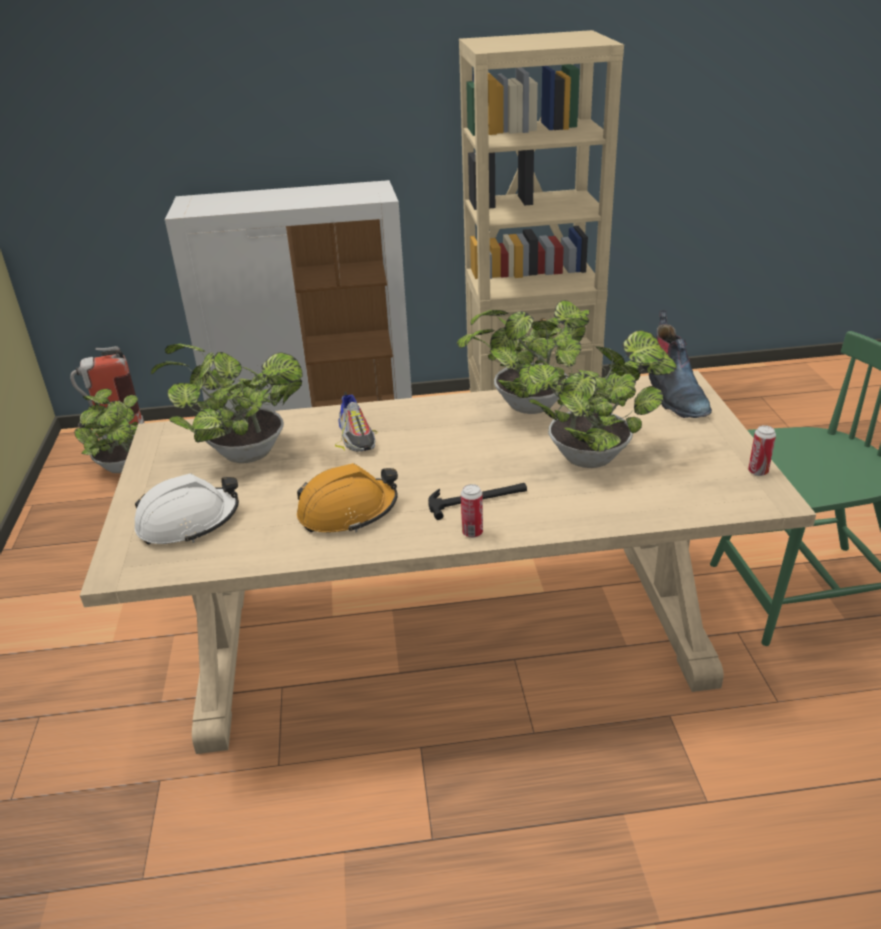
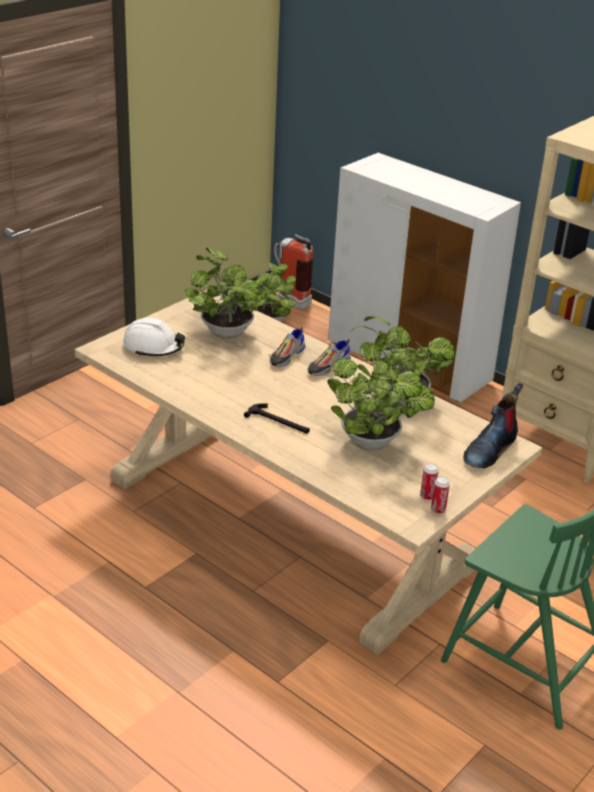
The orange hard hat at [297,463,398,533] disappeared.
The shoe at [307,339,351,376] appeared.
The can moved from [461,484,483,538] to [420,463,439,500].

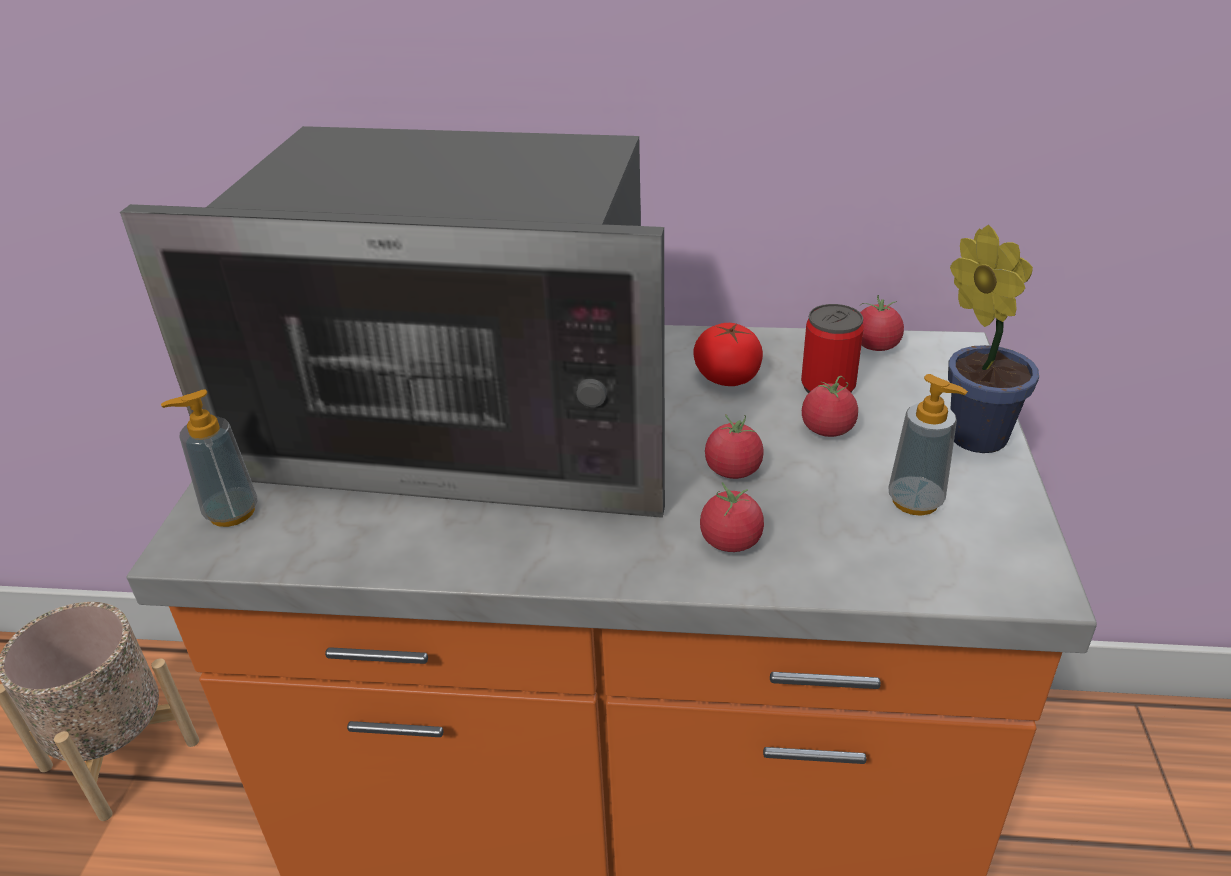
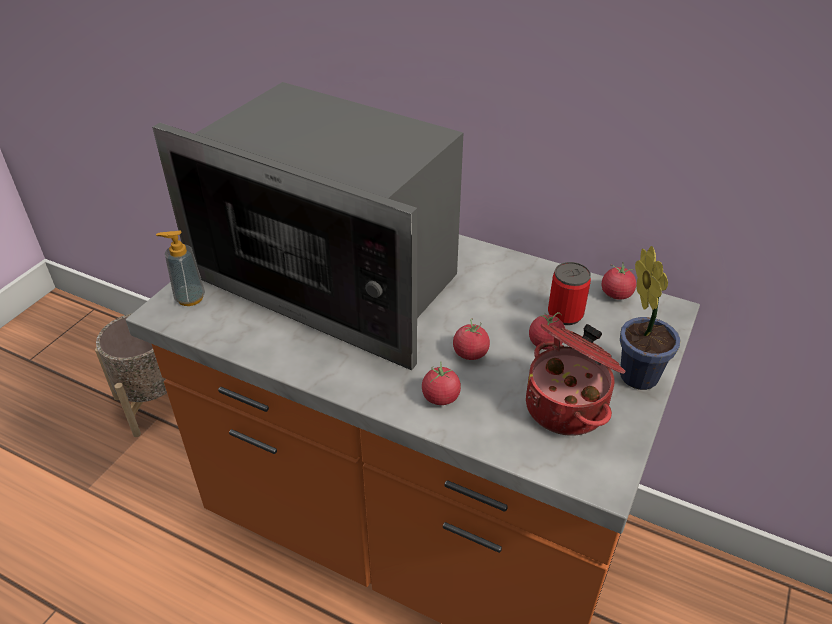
The tomato at [694,323,763,386] disappeared.
The soap dispenser at [888,374,968,516] was replaced by the cooking pot at [526,324,626,436].

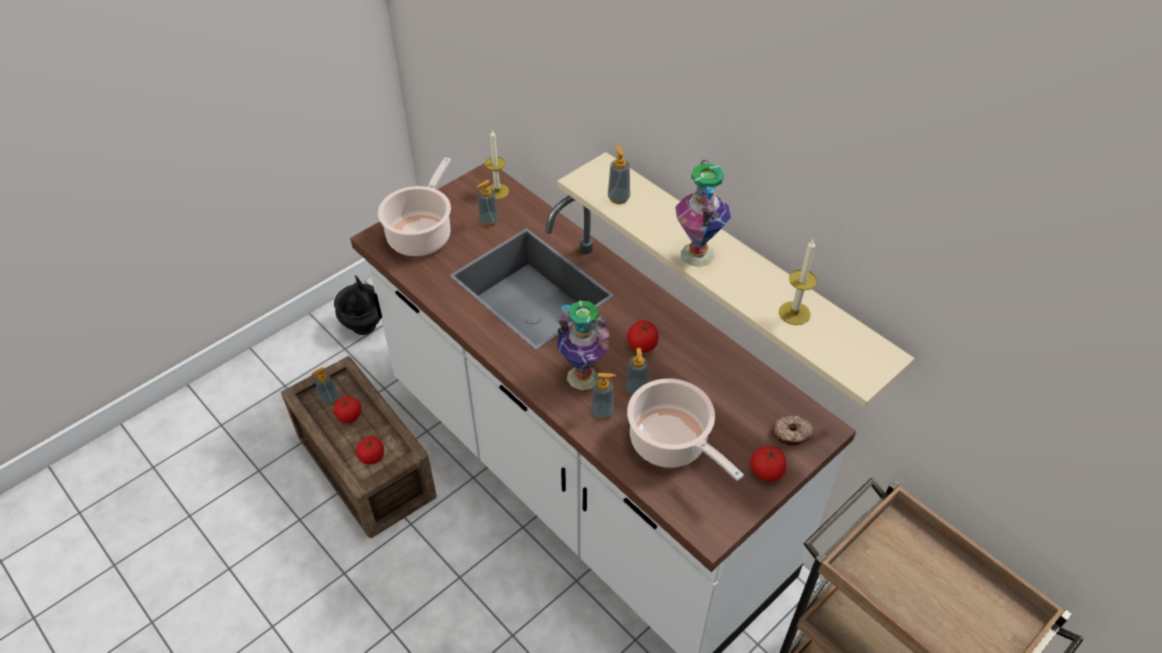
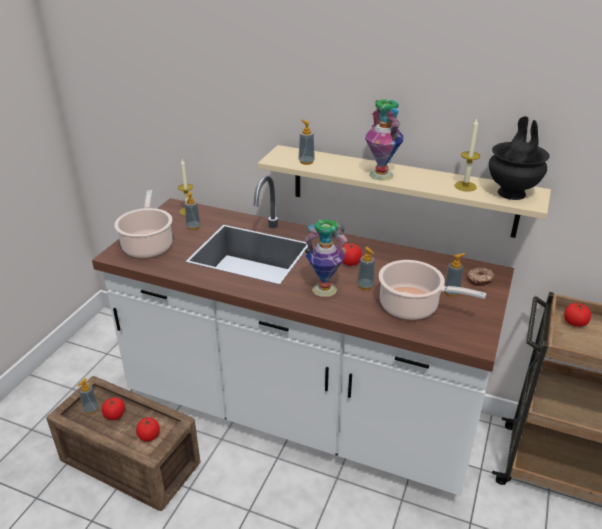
The black vase moved from [334,275,380,335] to [489,116,550,200].
The soap dispenser moved from [591,373,616,420] to [444,253,466,297].
The tomato moved from [750,446,787,482] to [564,303,591,327].

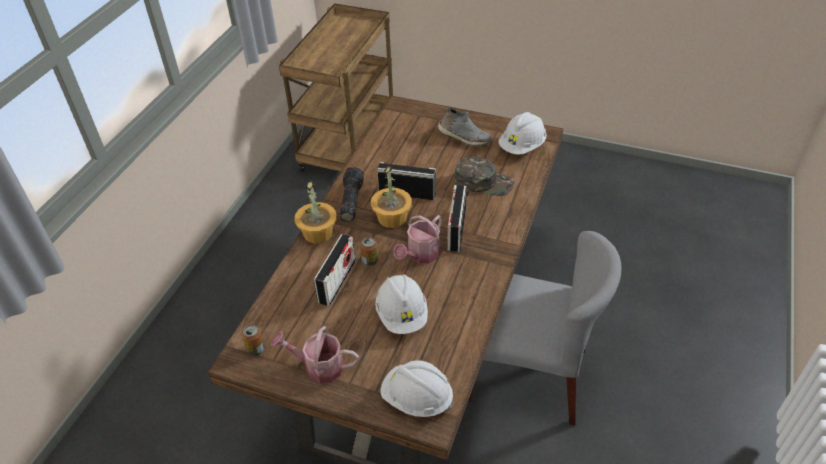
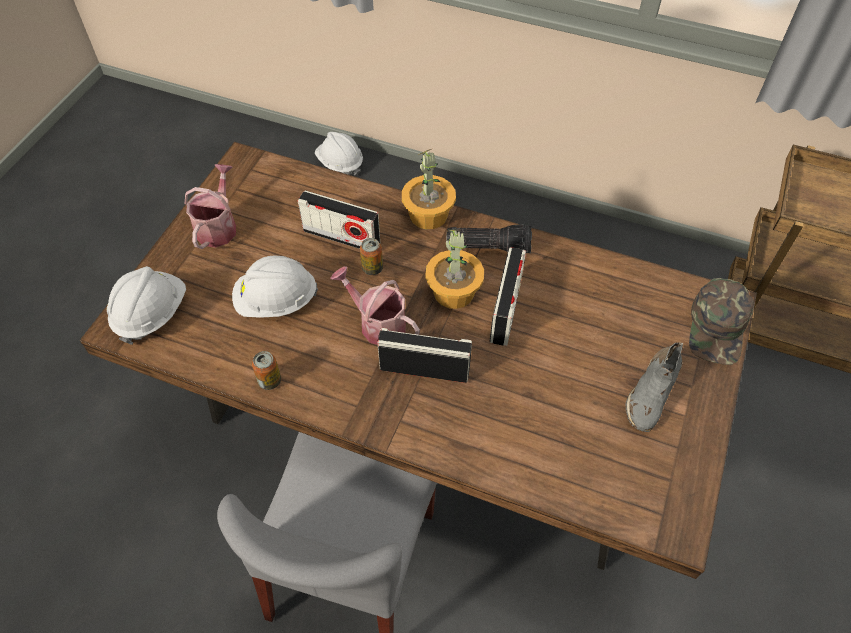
The can moved from [242,324,265,356] to [252,351,281,390].
The green cap moved from [454,157,514,196] to [689,278,754,365].
The white hard hat moved from [499,112,547,155] to [315,132,363,176].

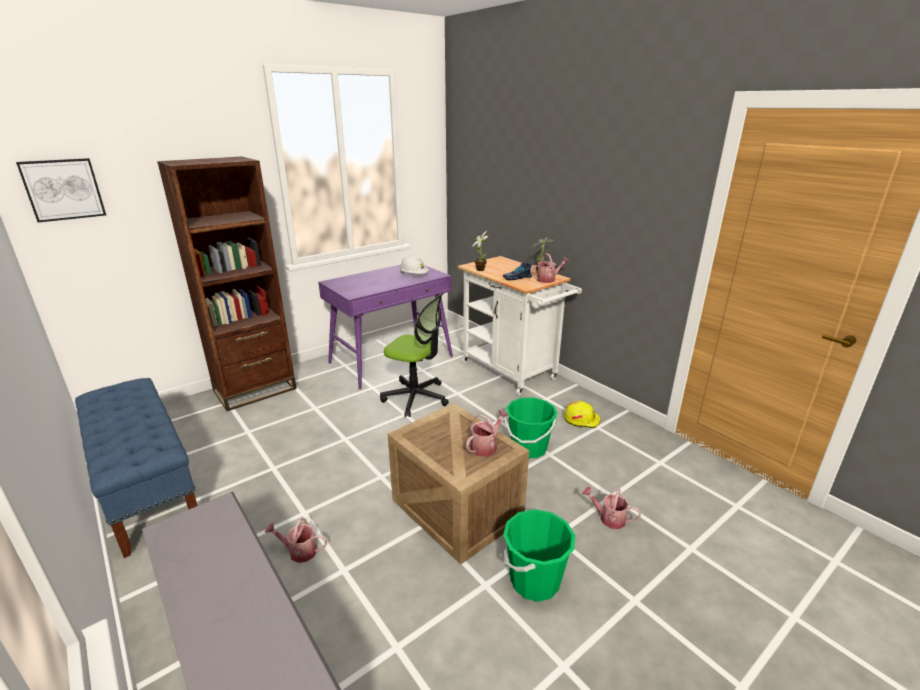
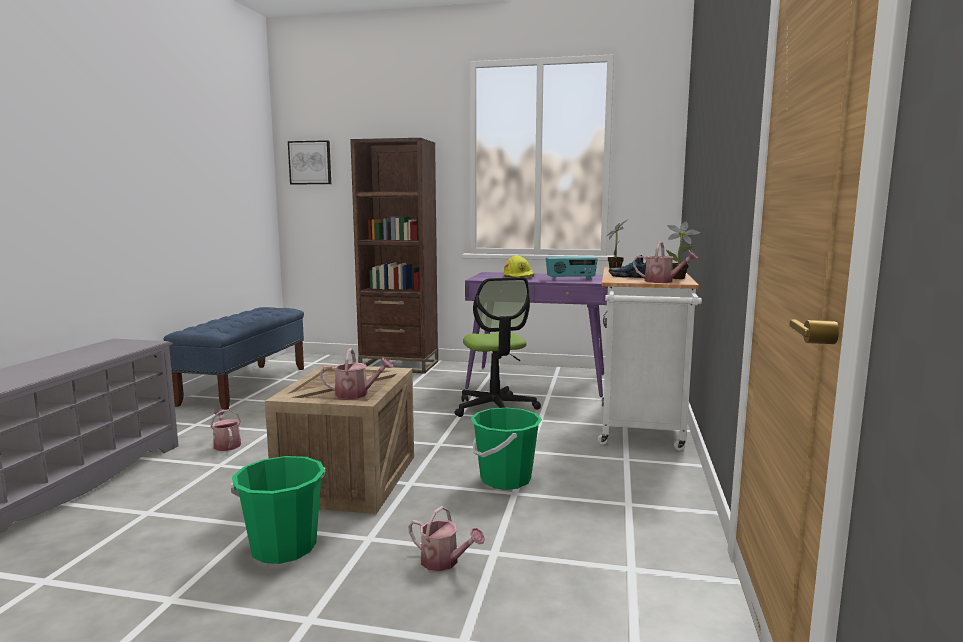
The yellow hard hat moved from [564,401,601,428] to [503,255,534,278].
The white hard hat at [400,255,429,274] was replaced by the radio at [546,257,597,280].
The watering can at [582,487,641,529] turned 135 degrees clockwise.

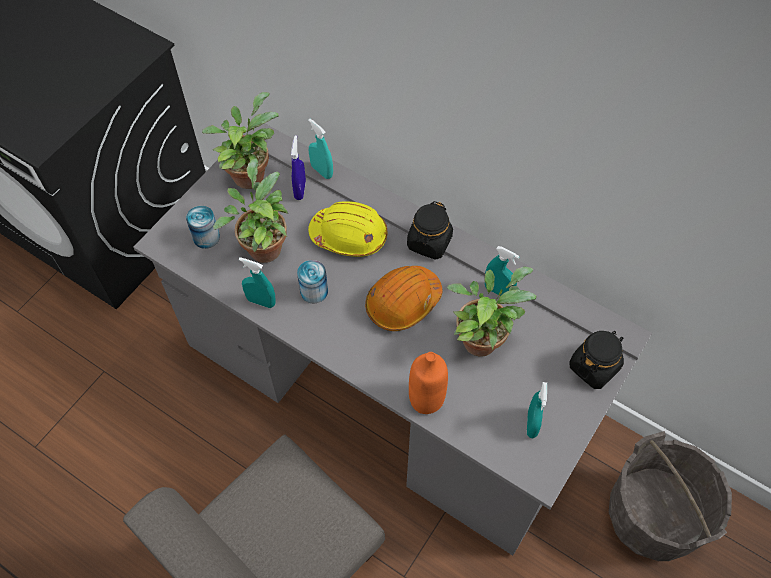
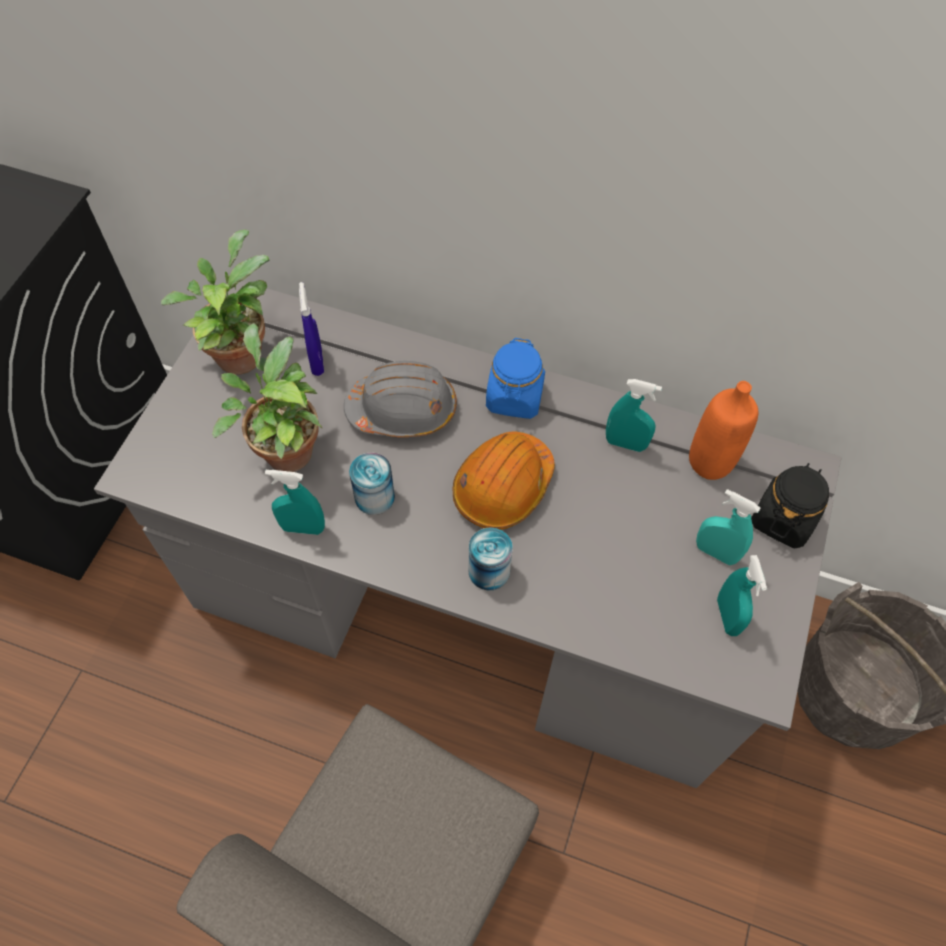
The potted plant at [447,267,536,357] disappeared.
The can moved from [186,206,220,249] to [468,527,513,590].
The turquoise spray bottle moved from [308,119,333,179] to [696,489,760,565].
The orange bottle moved from [409,352,448,414] to [689,381,758,480].
The yellow hard hat at [308,201,387,257] became the grey hard hat at [344,361,457,438].
The black jar at [407,201,453,260] became the blue jar at [486,338,545,419].

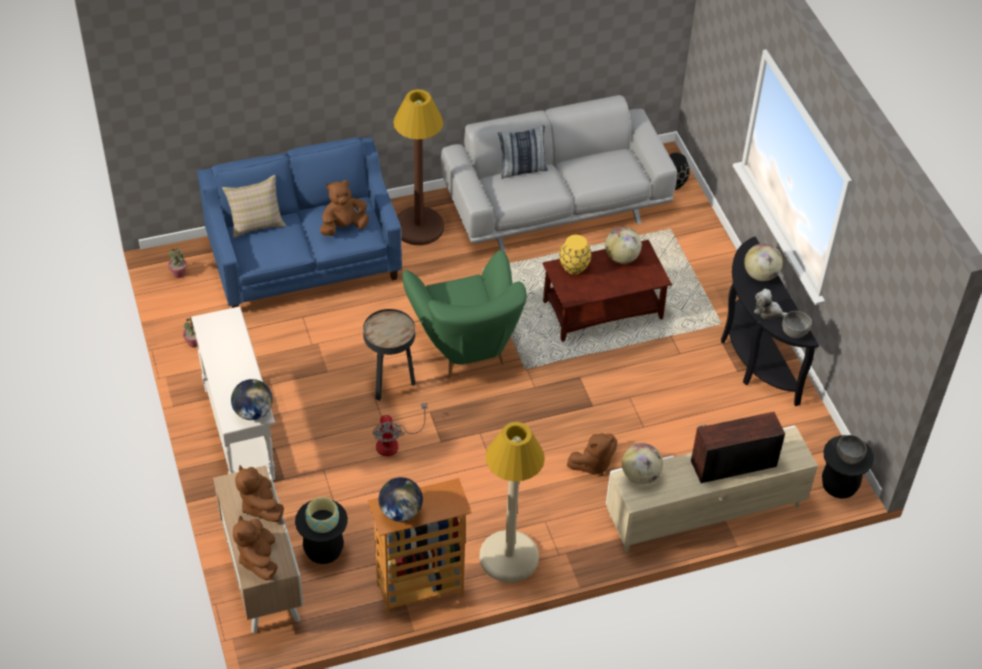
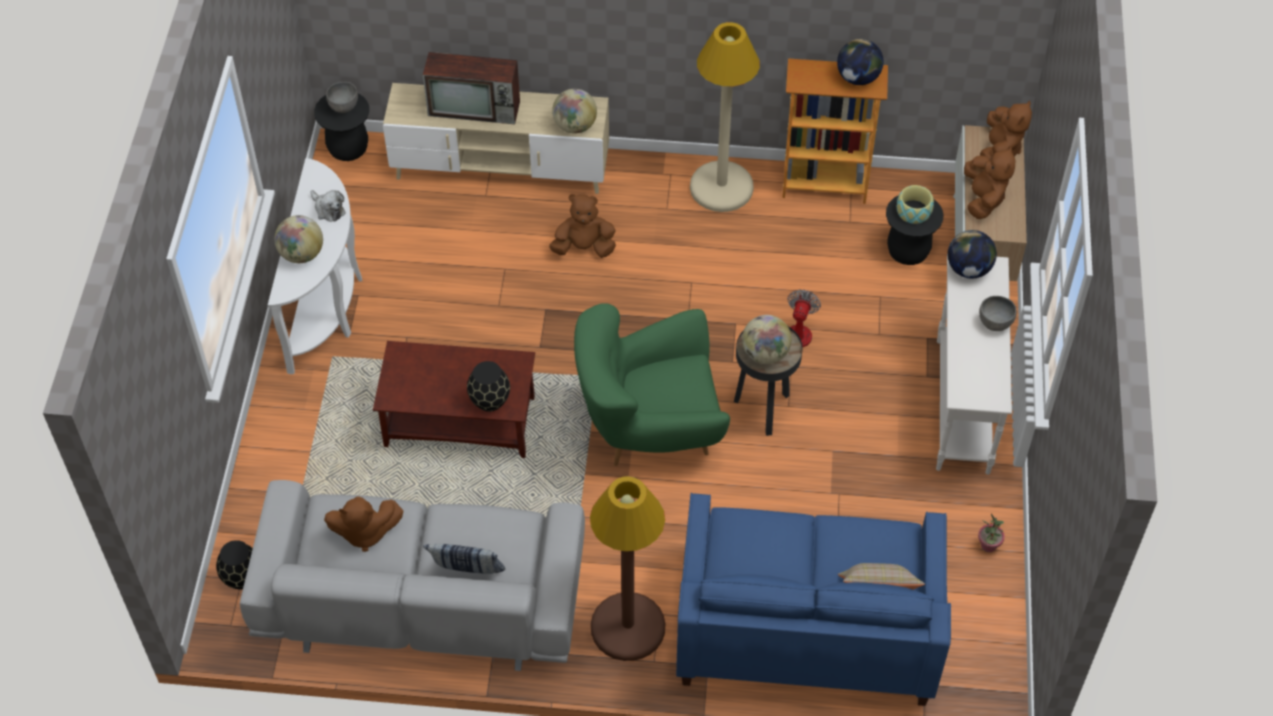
The potted plant at [168,248,187,278] disappeared.
The brown plush toy moved from [320,180,369,236] to [324,497,404,552].
The globe moved from [605,227,642,264] to [742,315,791,364].
The grey bowl moved from [782,311,812,338] to [979,296,1017,331].
The yellow vase at [559,235,591,275] became the black vase at [467,361,510,412].
The black console table at [721,236,819,406] became the white console table at [268,158,362,374].
The green armchair at [402,250,527,377] turned 105 degrees counterclockwise.

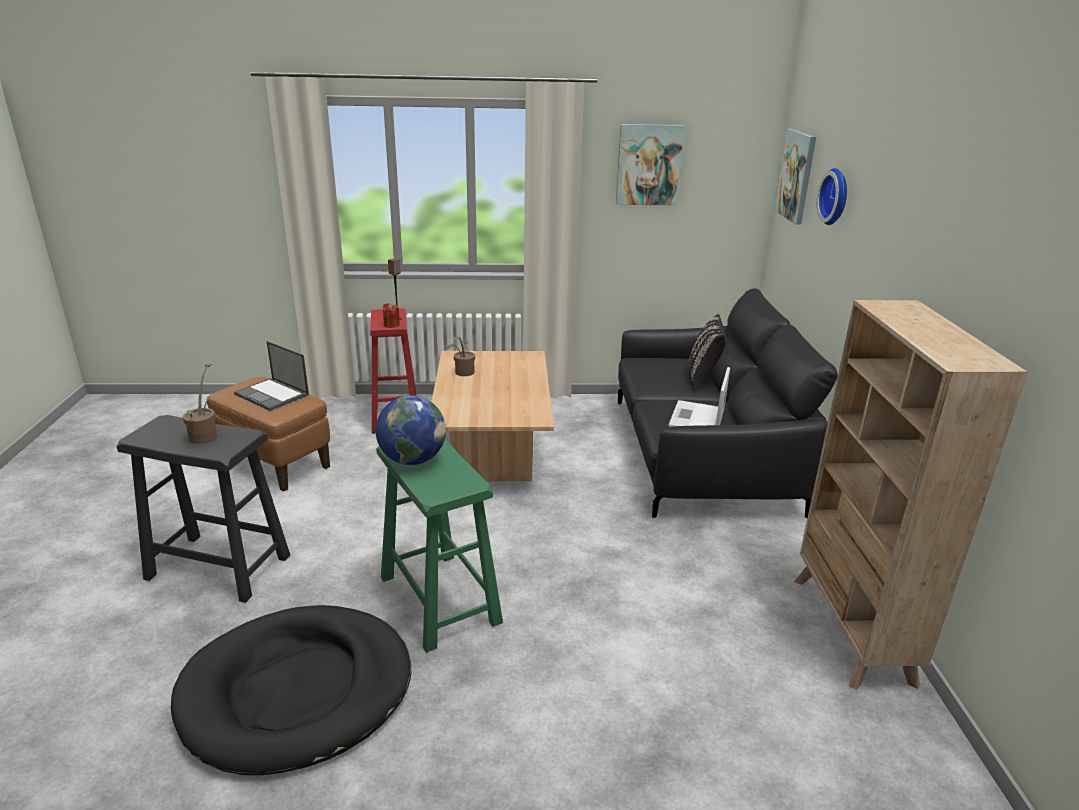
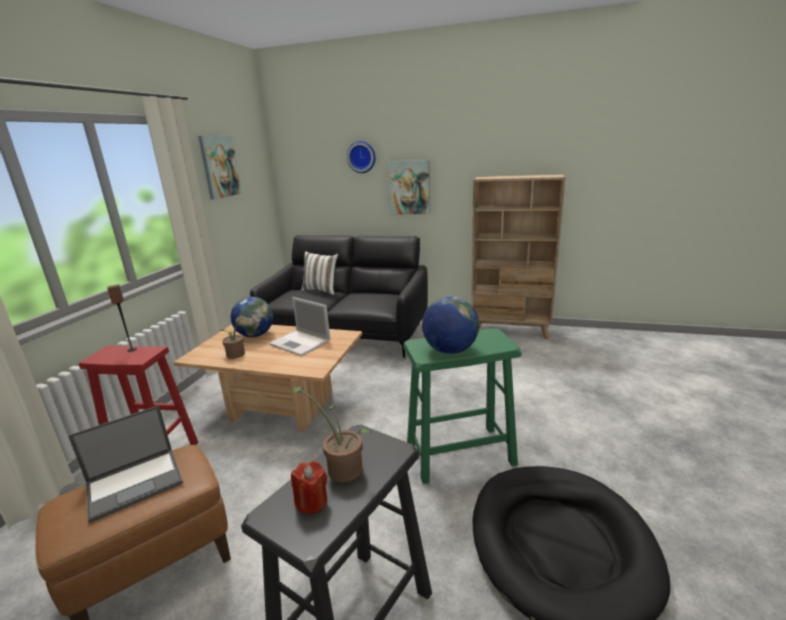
The globe at [231,297,273,337] appeared.
The red candle moved from [383,303,400,328] to [291,461,327,514].
The laptop moved from [668,367,730,427] to [269,297,330,356].
The picture moved from [774,129,816,225] to [387,160,430,214].
The black pillow at [689,314,727,390] became the white pillow at [301,251,338,295].

